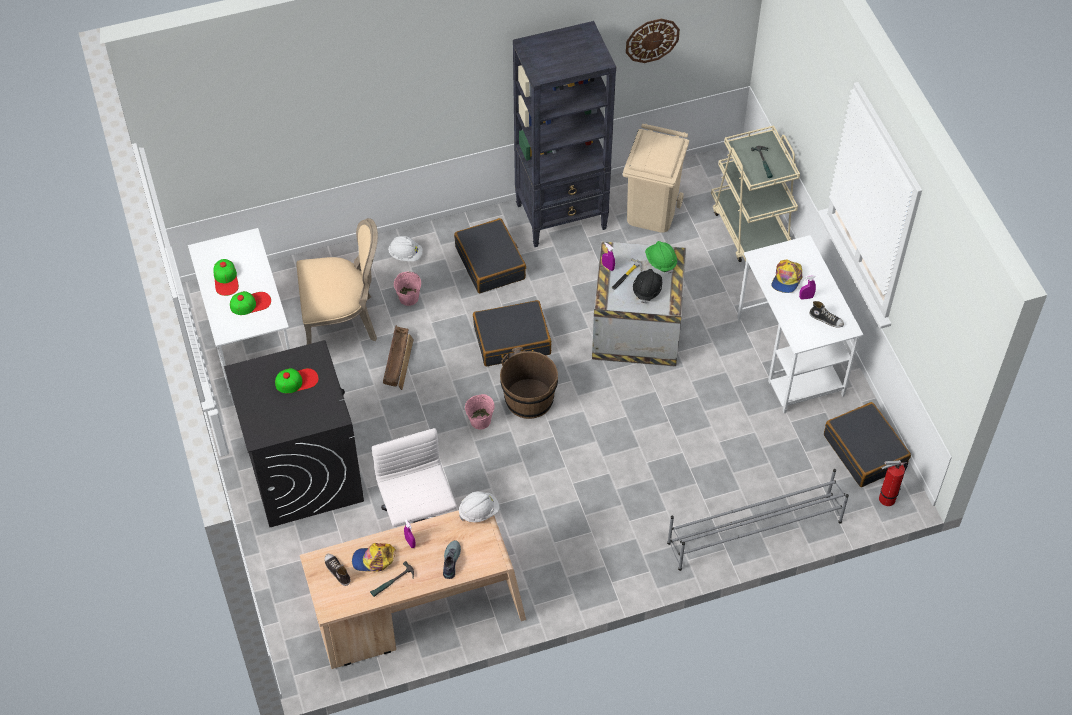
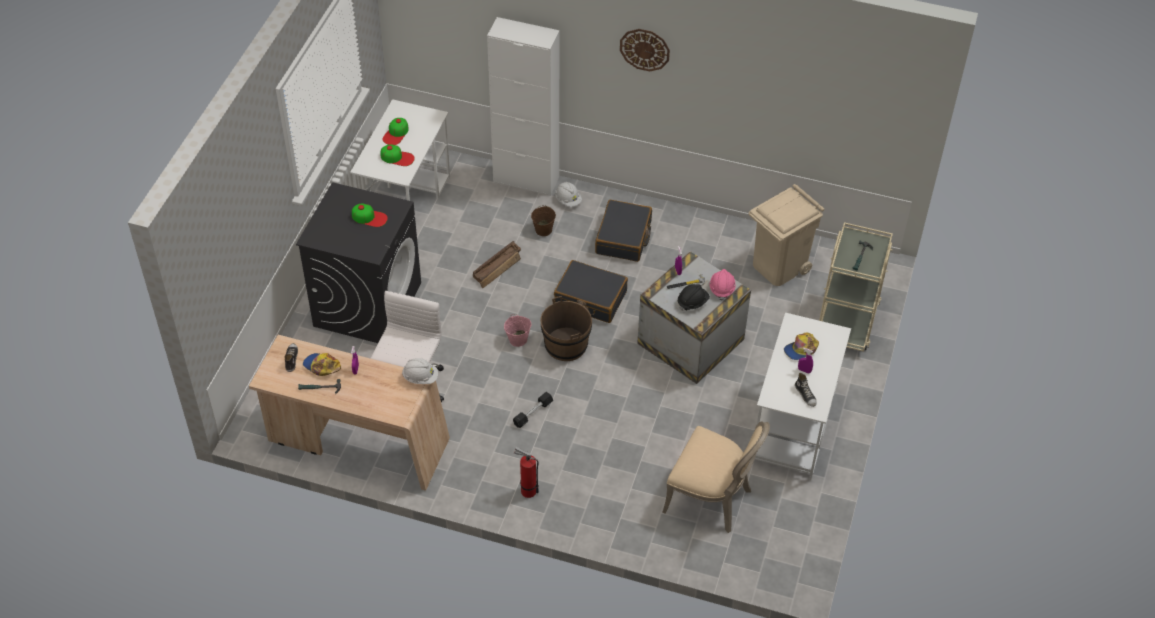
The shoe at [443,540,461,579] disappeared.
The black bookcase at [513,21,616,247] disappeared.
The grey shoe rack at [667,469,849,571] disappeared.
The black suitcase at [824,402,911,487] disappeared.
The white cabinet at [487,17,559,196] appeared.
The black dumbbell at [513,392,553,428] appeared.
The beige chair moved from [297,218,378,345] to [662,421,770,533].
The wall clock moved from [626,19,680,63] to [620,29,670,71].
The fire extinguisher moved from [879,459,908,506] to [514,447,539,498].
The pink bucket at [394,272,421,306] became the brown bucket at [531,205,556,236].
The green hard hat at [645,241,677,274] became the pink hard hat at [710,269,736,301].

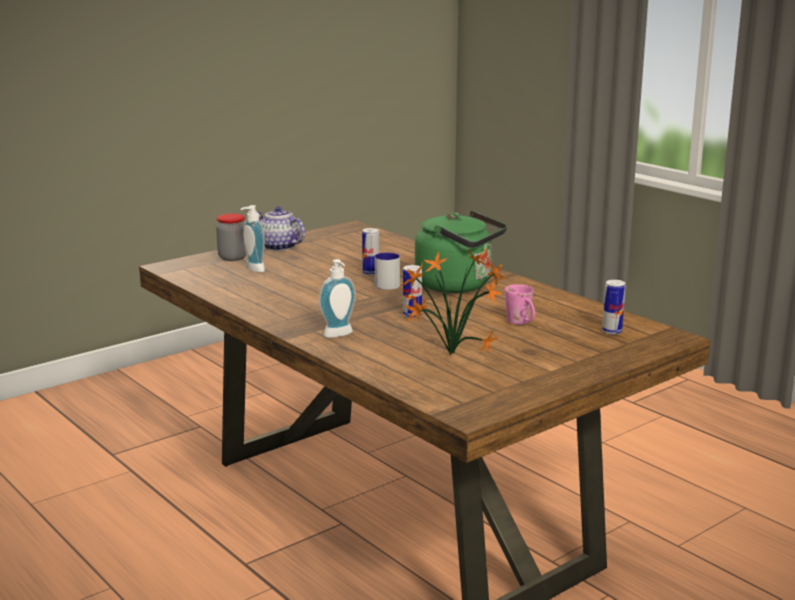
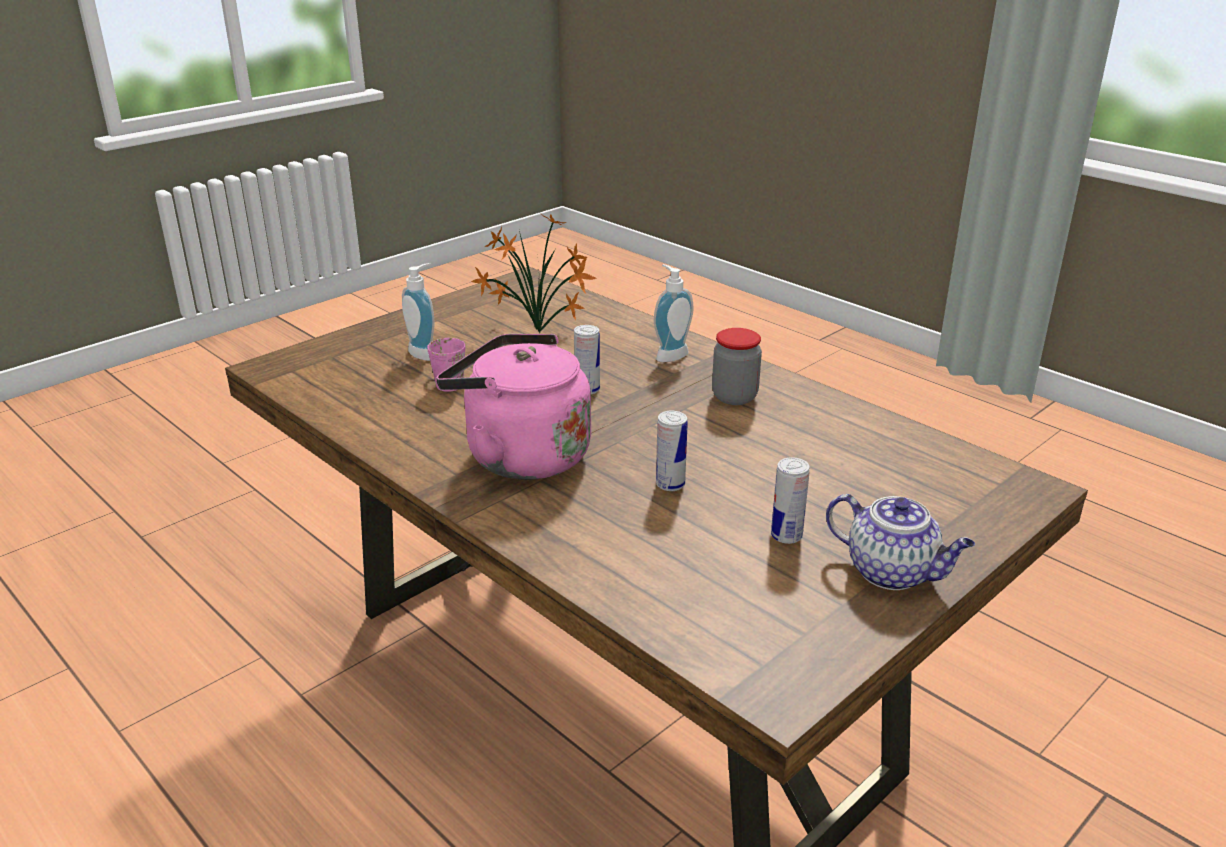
The mug at [375,252,400,290] disappeared.
The jar moved from [216,214,246,261] to [712,328,762,405].
The soap dispenser moved from [241,205,265,273] to [402,263,435,361].
The can moved from [602,280,625,335] to [771,457,810,544].
The green kettle at [415,210,507,293] became the pink kettle at [436,334,591,480].

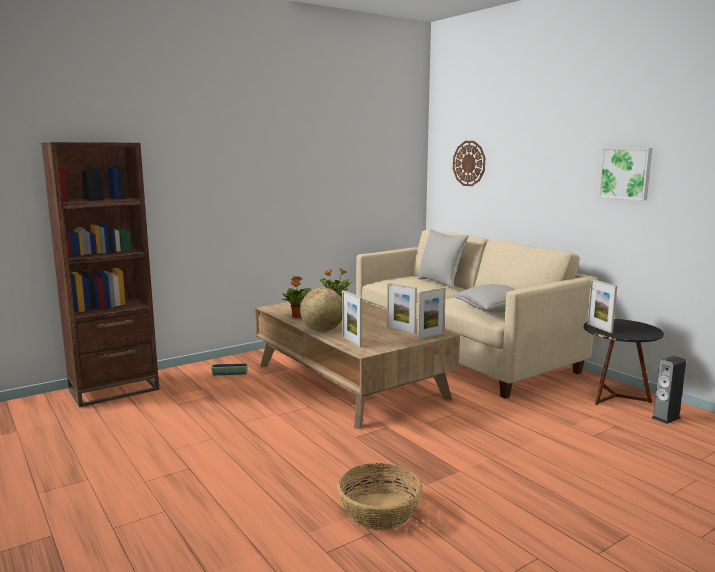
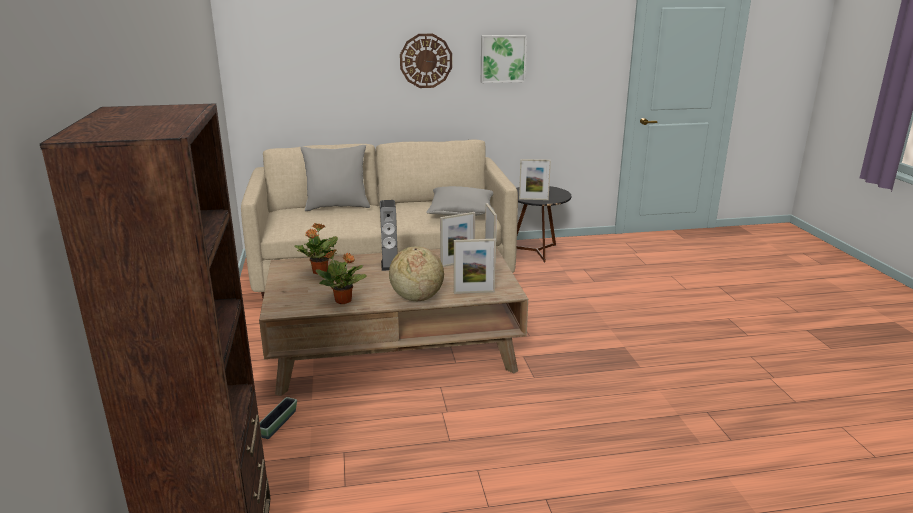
The basket at [337,463,422,530] disappeared.
The wall clock moved from [453,141,485,186] to [400,34,452,88].
The speaker moved from [651,356,686,424] to [380,200,398,271].

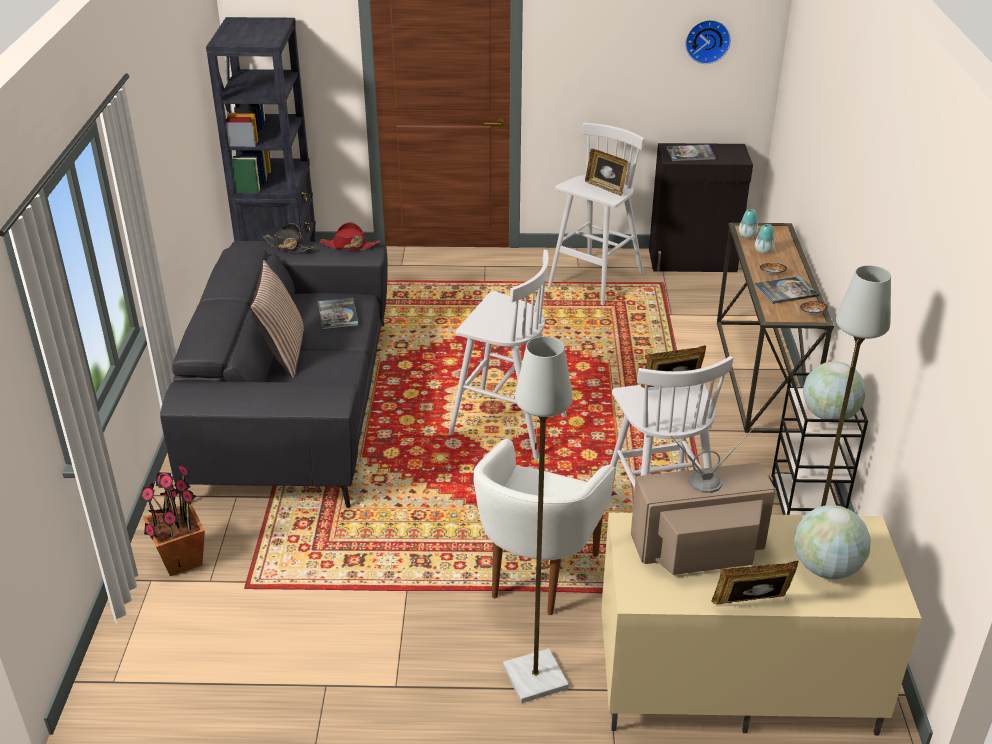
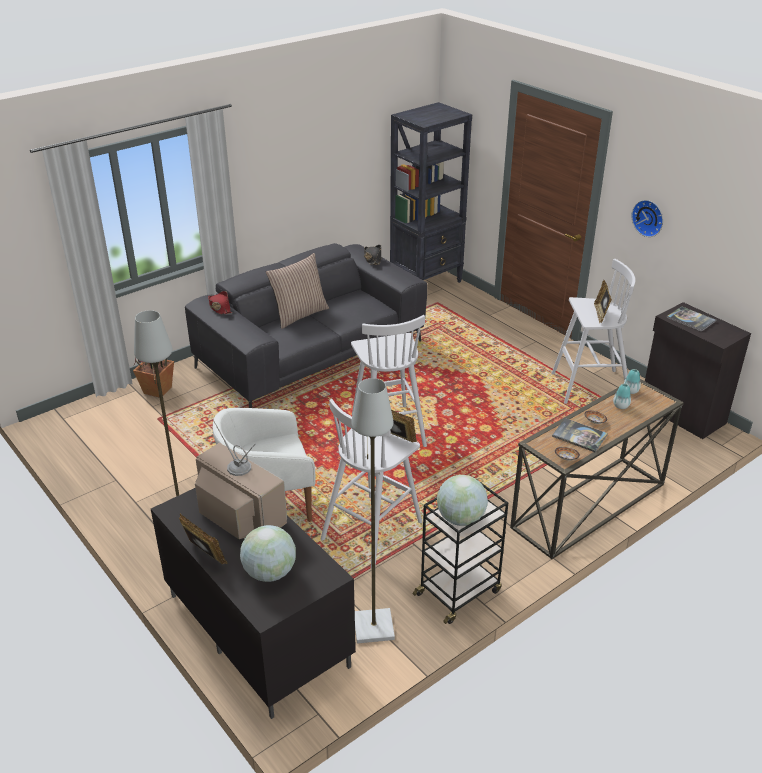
The book at [318,297,359,330] disappeared.
The red hat moved from [320,222,380,250] to [208,291,232,314].
The wall clock moved from [685,20,731,64] to [631,200,663,237].
The beige tv stand at [601,512,921,735] became the black tv stand at [151,488,356,719].

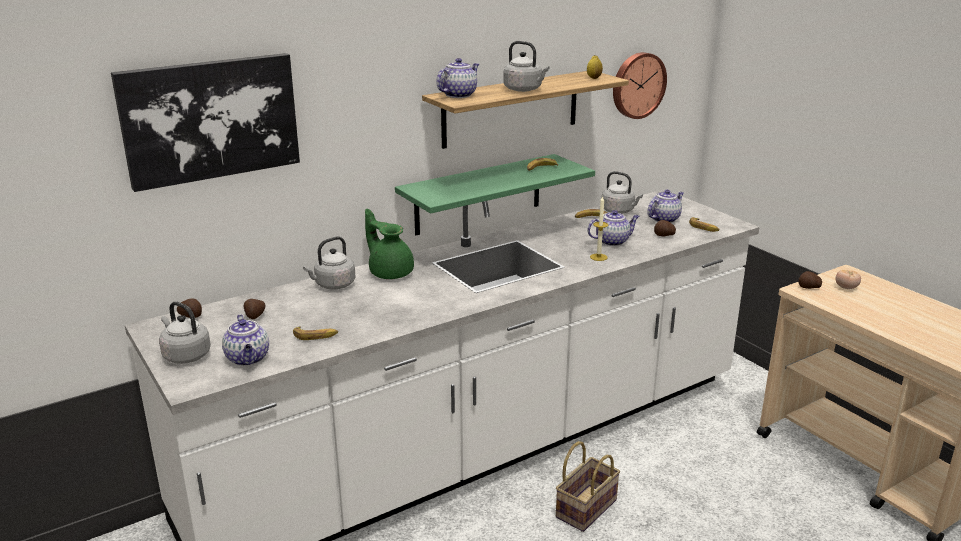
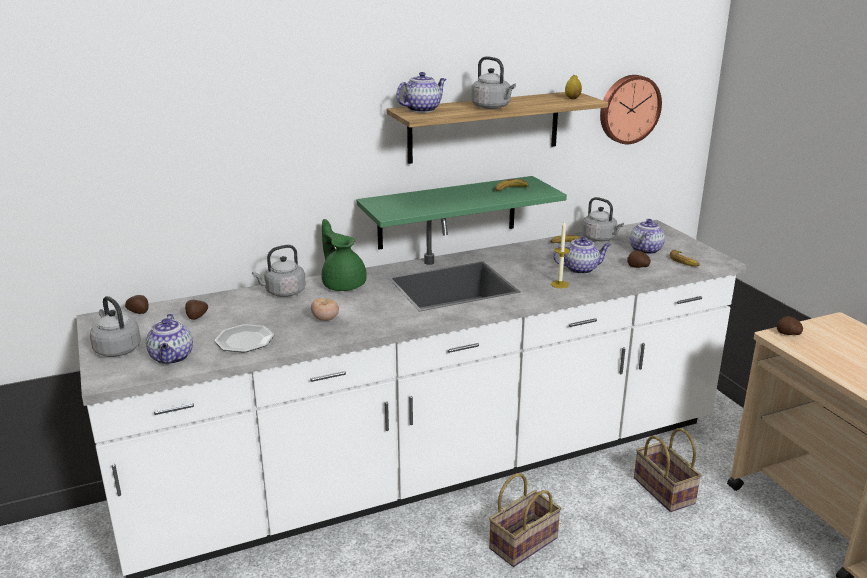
The picture at [111,53,300,192] disappeared.
The basket at [634,428,702,512] appeared.
The tomato moved from [835,270,861,289] to [311,298,339,321].
The banana at [293,326,338,340] was replaced by the plate at [214,324,274,353].
The teapot at [647,190,684,223] turned 45 degrees counterclockwise.

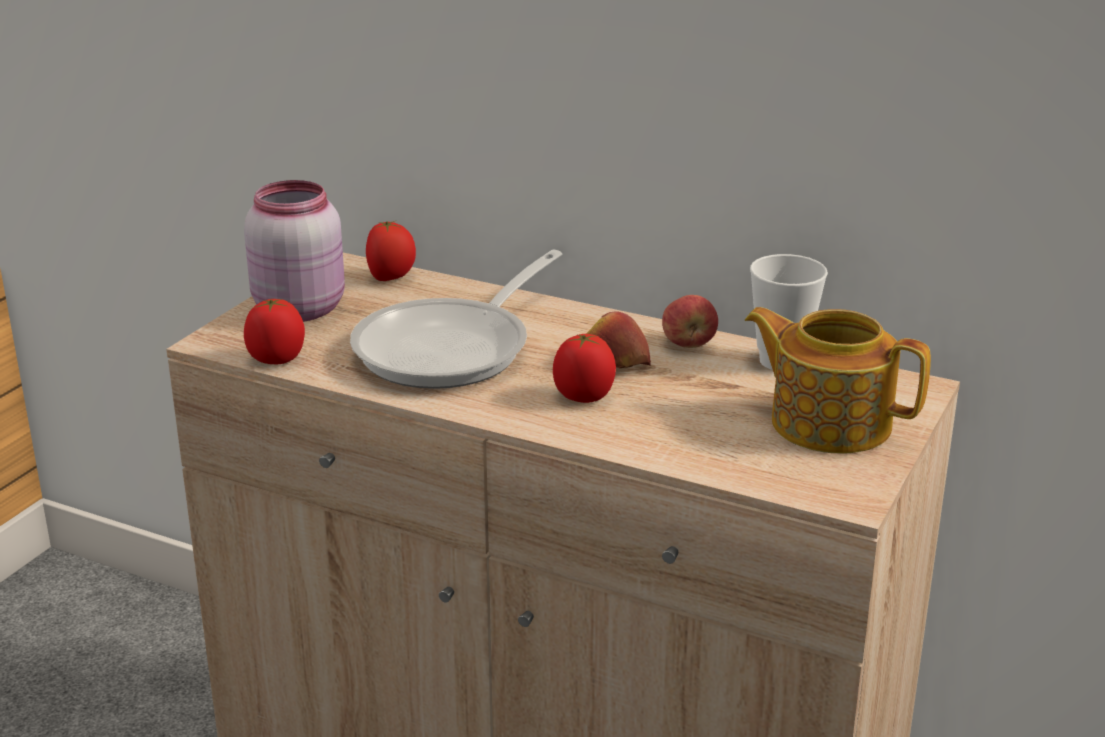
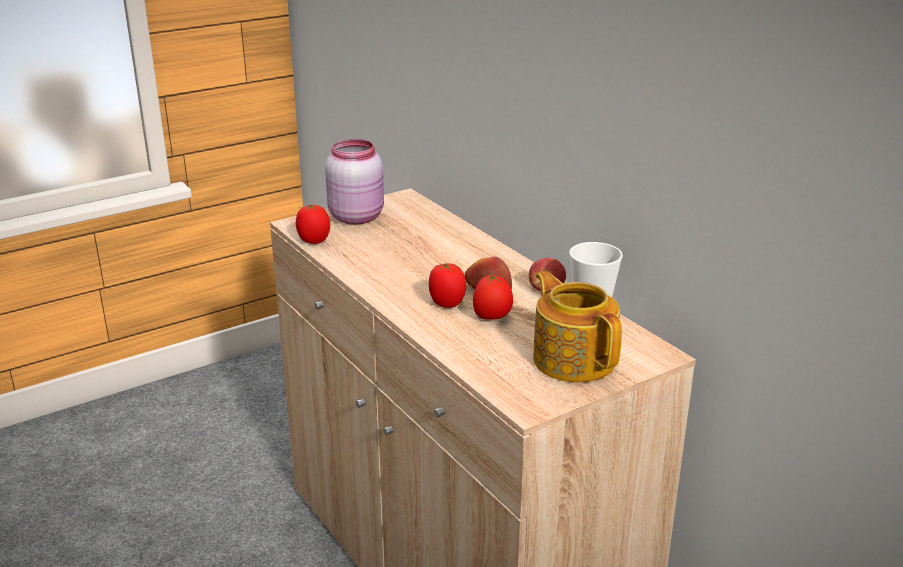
The frying pan at [350,250,562,389] disappeared.
The tomato moved from [366,221,416,281] to [473,274,513,320].

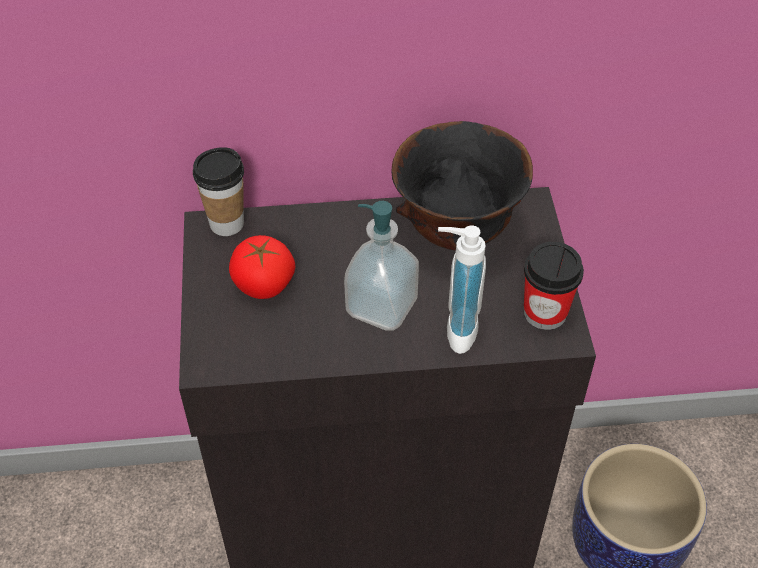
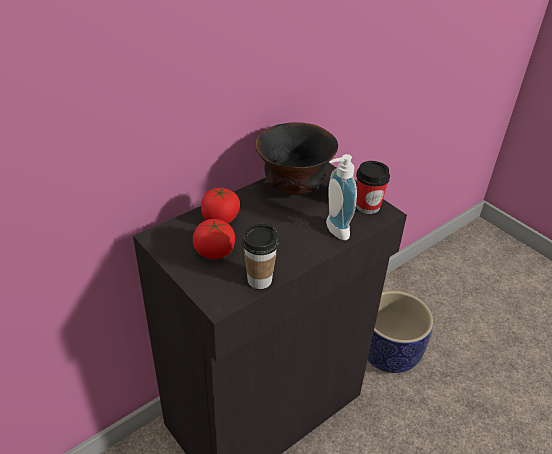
The soap dispenser at [344,201,419,331] disappeared.
The tomato at [201,187,240,223] appeared.
The cup moved from [193,147,244,236] to [242,224,279,289].

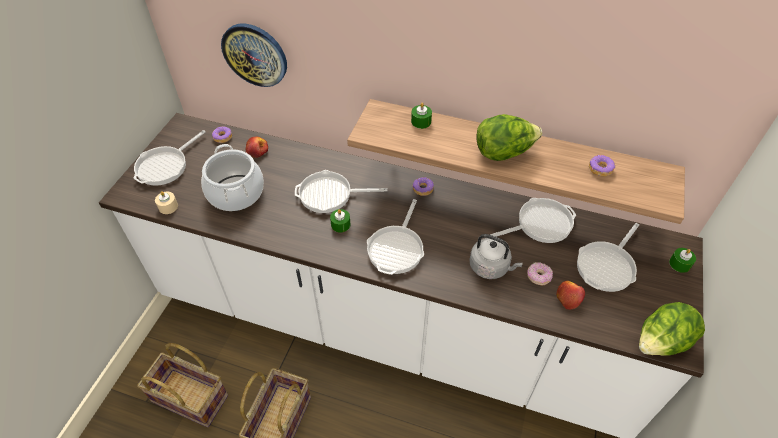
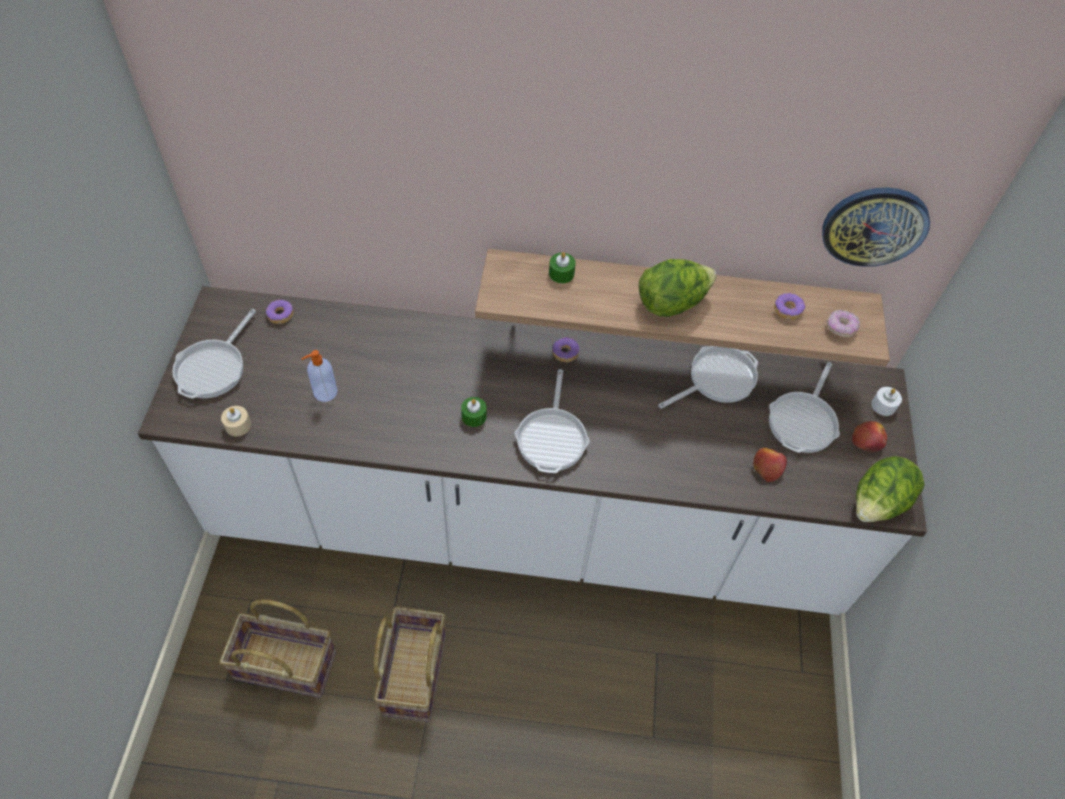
The frying pan at [295,170,387,213] disappeared.
The grey kettle at [469,234,523,279] disappeared.
The wall clock moved from [221,24,287,87] to [822,188,930,267].
The apple moved from [246,136,268,158] to [852,421,887,452].
The donut moved from [527,262,553,285] to [827,310,860,338].
The cooking pot at [201,144,264,211] was replaced by the soap dispenser at [301,350,338,402].
The green candle at [669,248,696,273] became the white candle at [871,387,902,416].

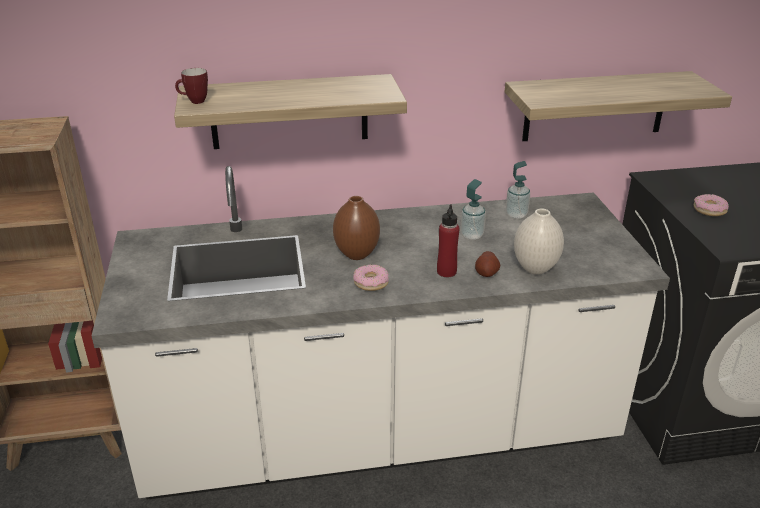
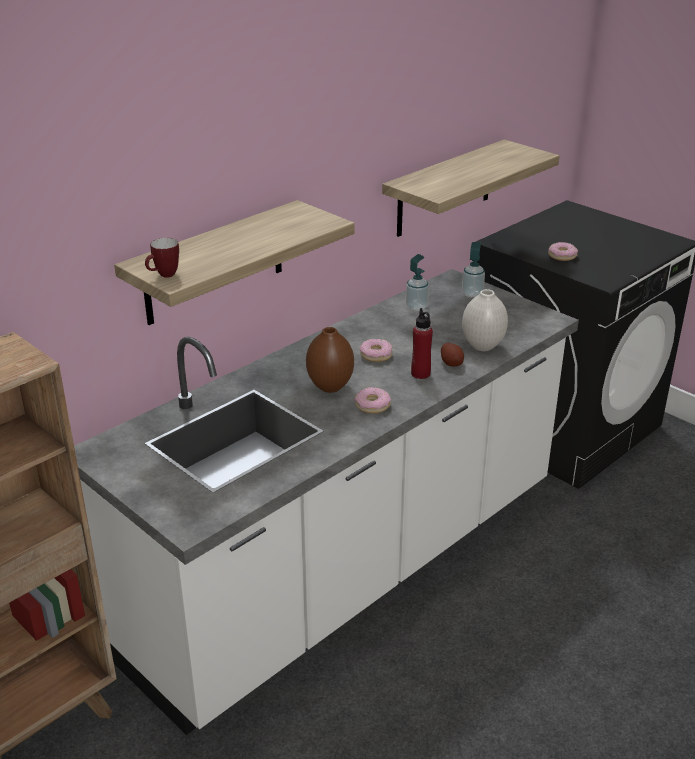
The donut at [360,339,393,362] appeared.
The soap dispenser moved from [460,179,486,240] to [462,242,485,298].

